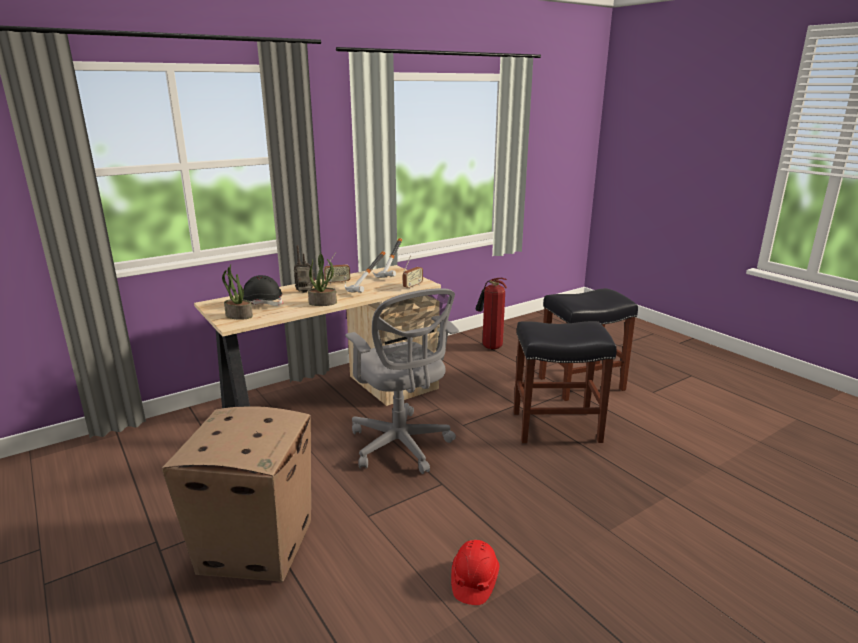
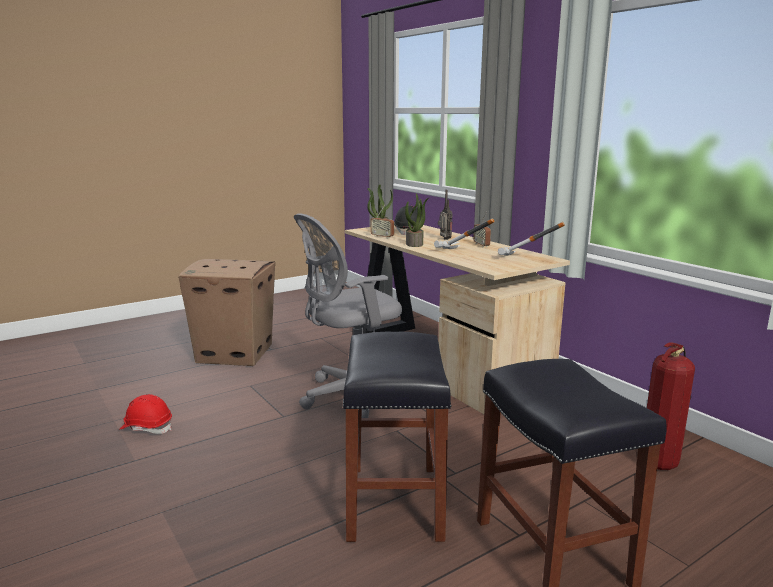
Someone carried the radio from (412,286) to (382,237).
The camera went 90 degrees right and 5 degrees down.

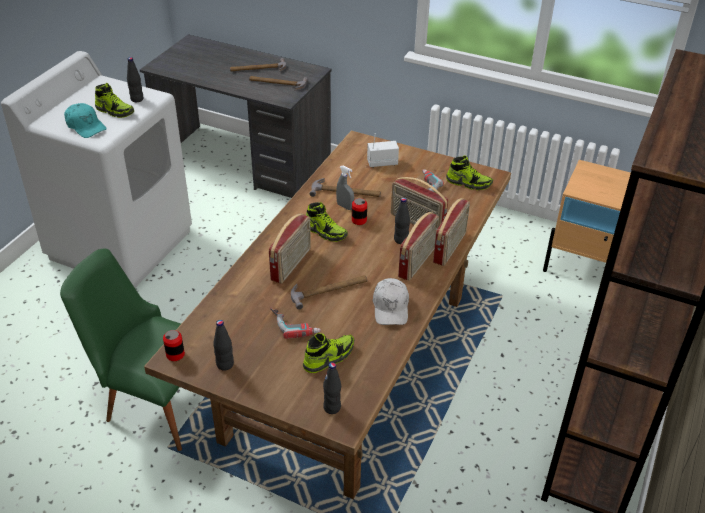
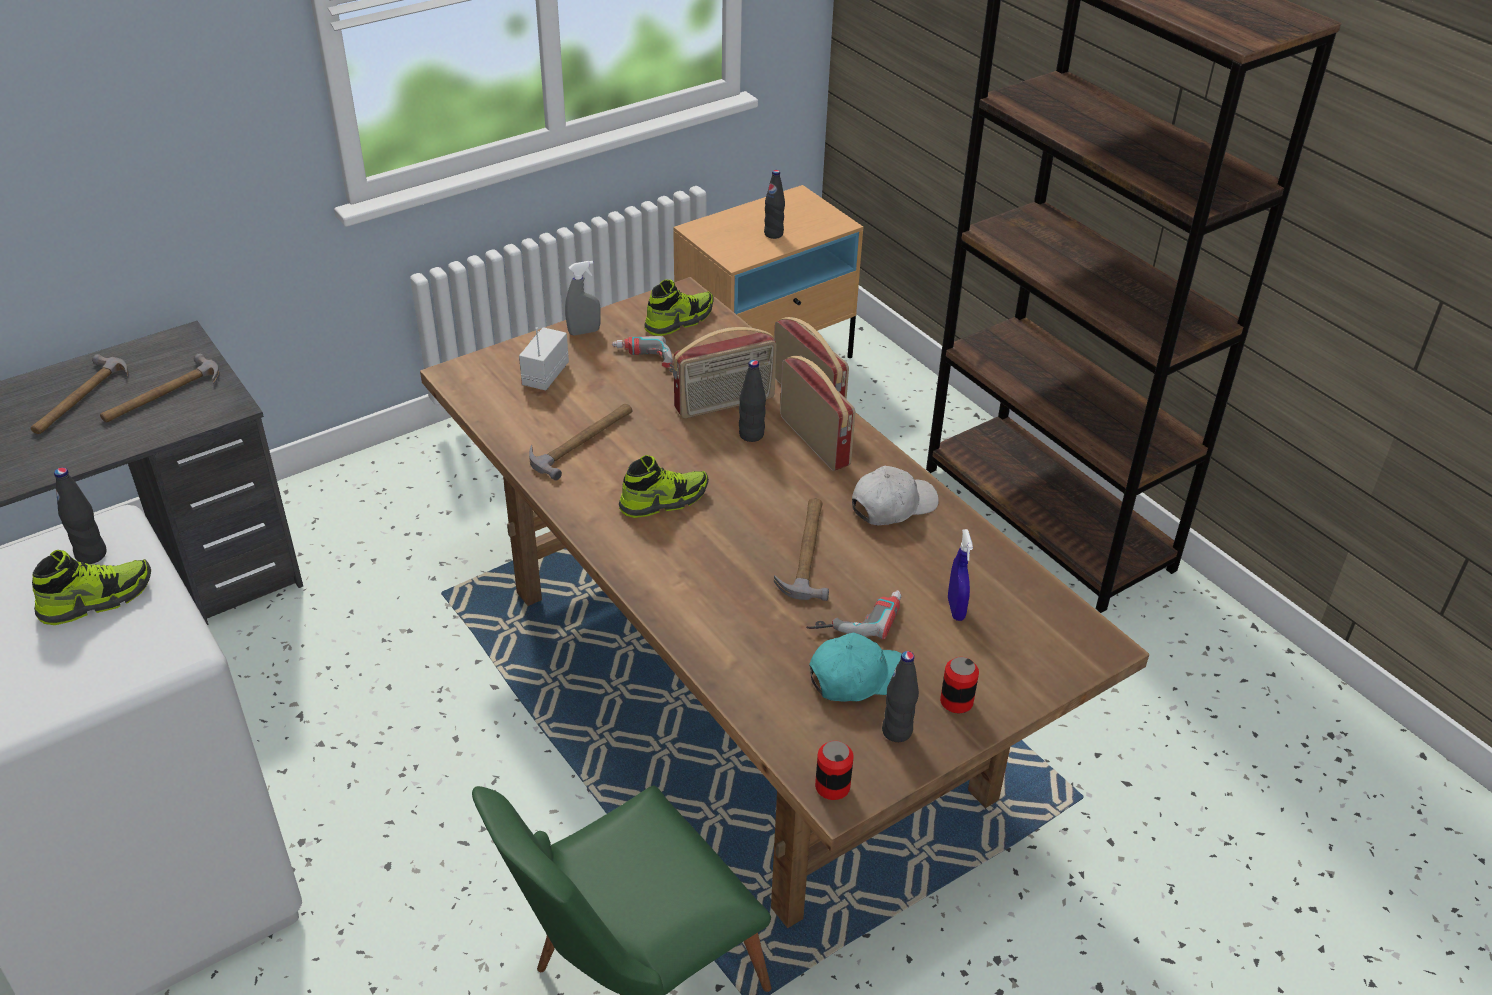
Someone took away the radio at (292,265).
Someone carried the baseball cap (turquoise-coloured) from (85,126) to (858,678).
Someone carried the bottle (blackish) from (332,407) to (773,234).
Someone carried the spray bottle (greyish) from (345,206) to (584,332).
Someone carried the metal can from (359,220) to (956,701).
Someone swapped the low shoe at (328,357) for the spray bottle (bluish) at (956,609).
Someone rotated the baseball cap (white) at (391,307) by 60 degrees counterclockwise.
The camera went 60 degrees left and 0 degrees up.

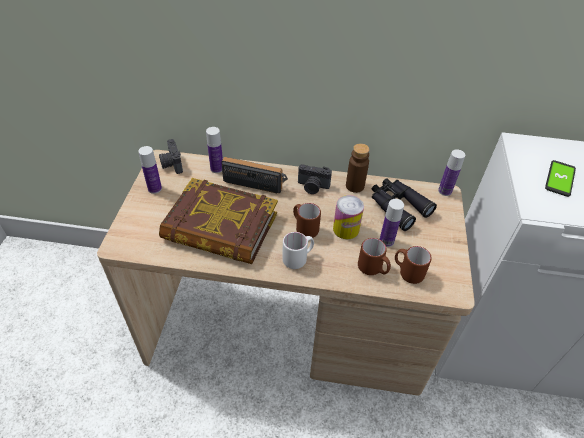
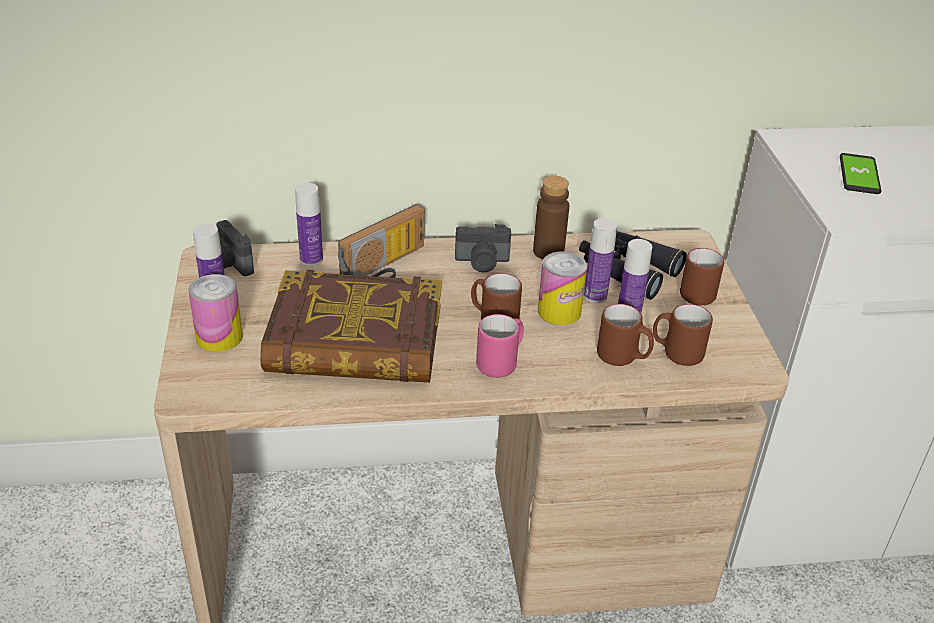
Someone put down the metal can at (219,337).
Someone put down the tea mug (brownish) at (697,292).
Someone carried the bottle from (445,191) to (595,296).
Someone repainted the tea mug (white) at (298,258), which became the tea mug (pink-coloured) at (501,363).
Someone rotated the radio at (256,181) by 135 degrees clockwise.
The camera went 15 degrees left and 10 degrees down.

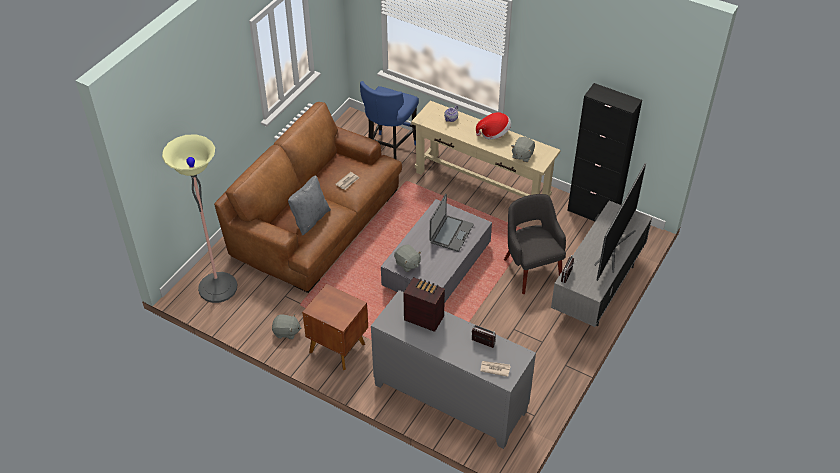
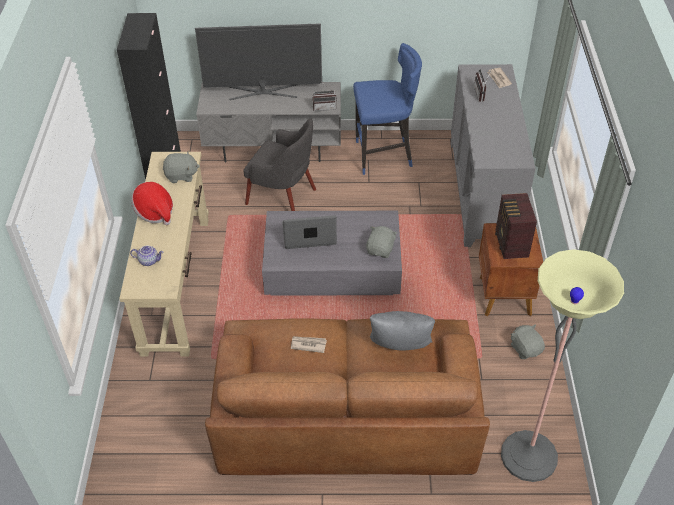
Someone carried the stool seat (bluish) from (389,151) to (384,156).
Someone carried the radio from (423,317) to (511,245).
Someone rotated the lounge chair (greyish) at (531,270) by 105 degrees counterclockwise.
The camera went 120 degrees left and 0 degrees up.

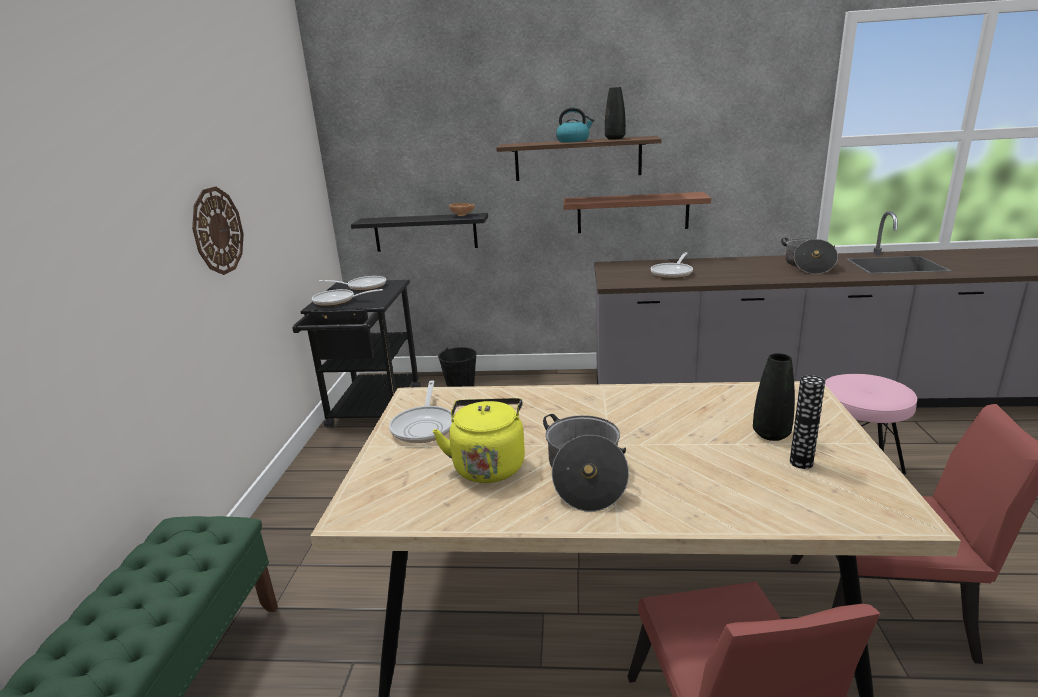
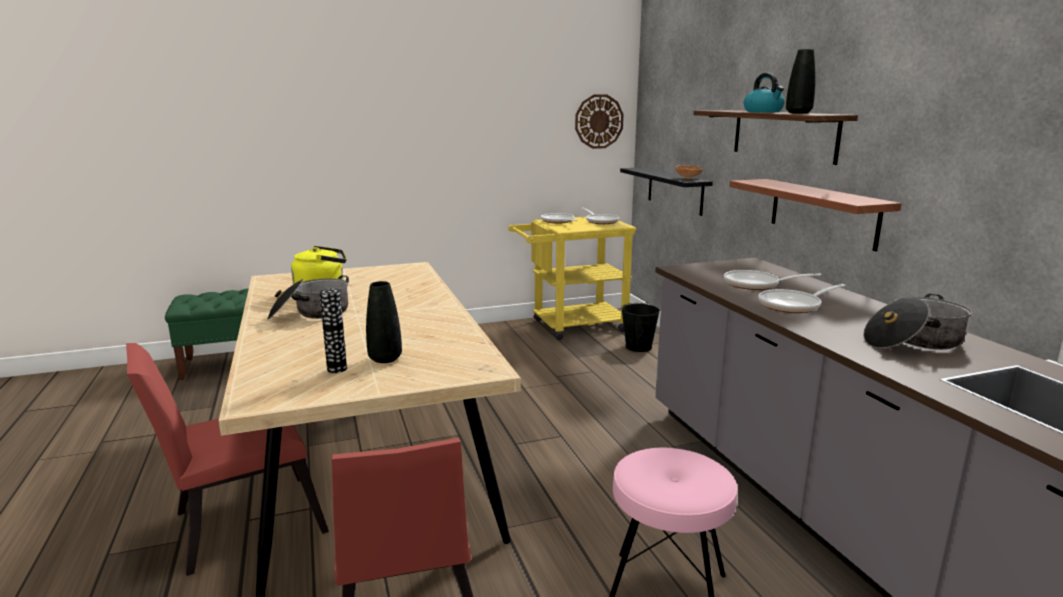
Someone carried the wall clock from (217,231) to (599,121).
Someone carried the skillet from (424,426) to (793,305).
Someone repainted the cart (blackish) at (372,411), which became the cart (yellow) at (571,326).
The camera went 65 degrees right and 5 degrees down.

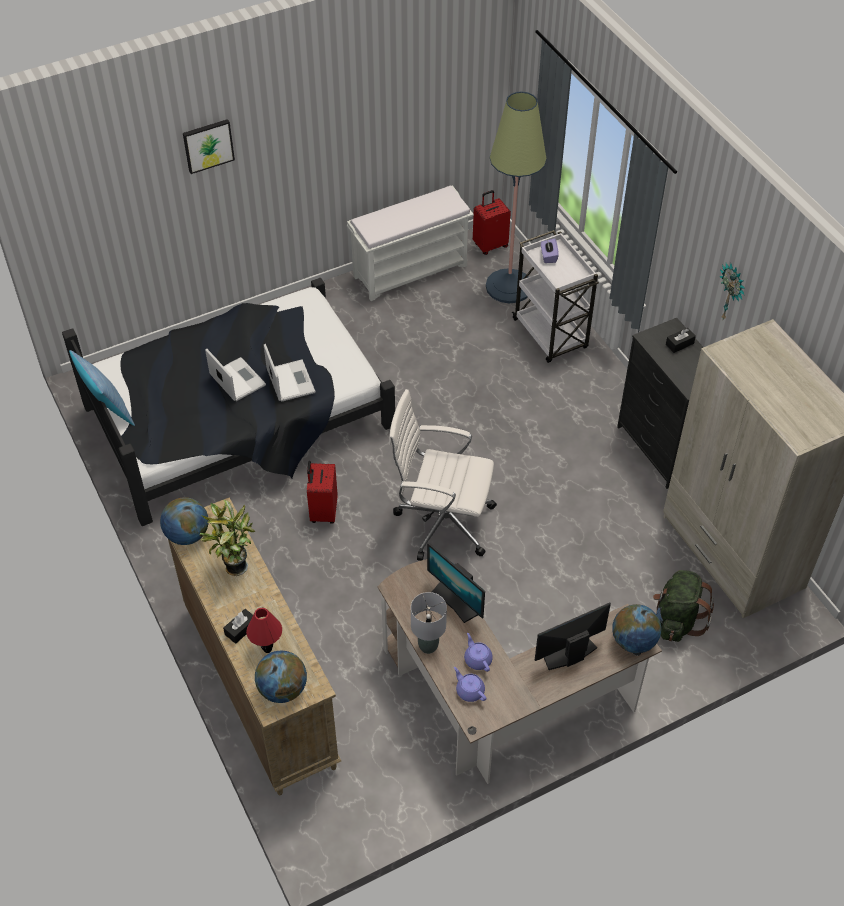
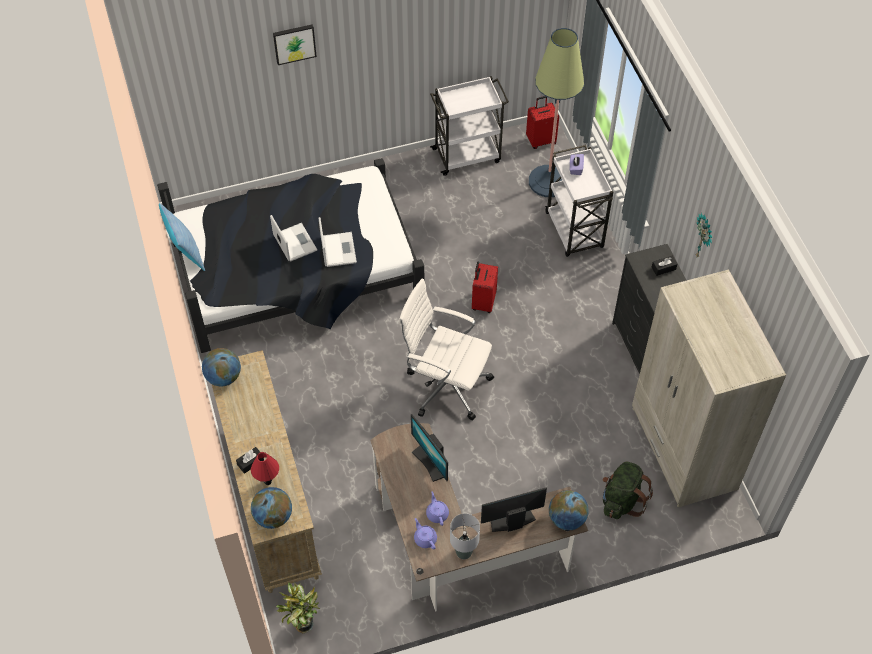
Someone carried the houseplant from (233,567) to (302,624).
Someone carried the travel case (red) from (323,511) to (483,302).
Someone carried the lamp for a table (greyish) from (428,646) to (464,553).
Someone swapped the long seat (white) at (411,270) for the cart (white) at (467,155).
The camera went 10 degrees right and 5 degrees up.

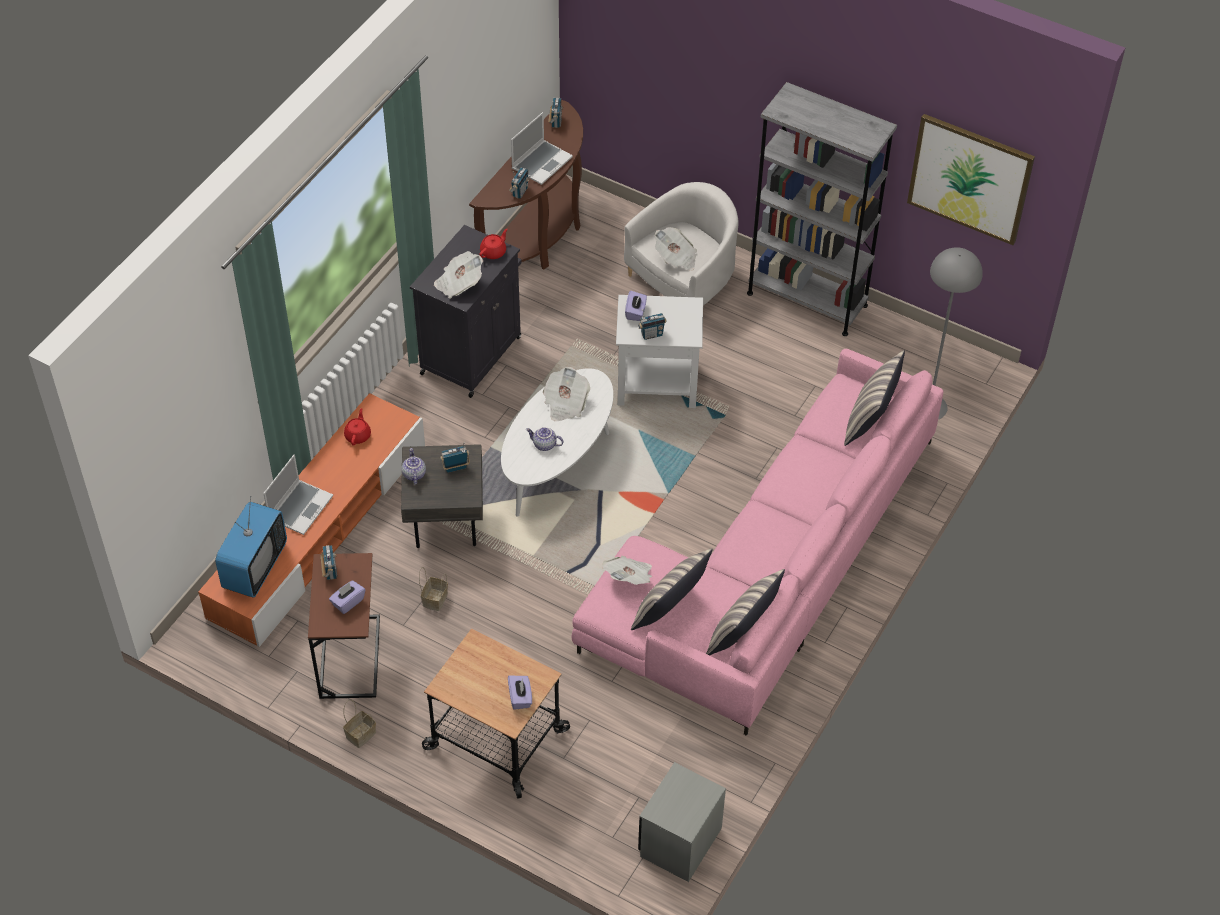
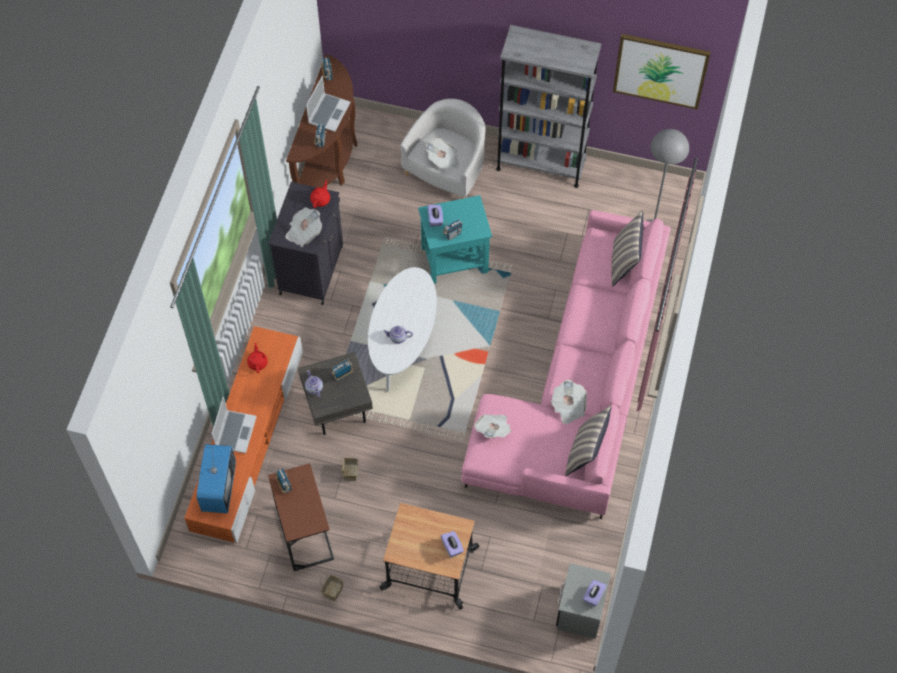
Someone took away the throw pillow at (669,612).
Someone carried the tissue holder (purple-coloured) from (348,602) to (593,596).
Someone carried the newspaper from (565,404) to (568,407).
Someone repainted the side table (white) at (656,384), which became the side table (turquoise-coloured) at (453,259).
The camera went 15 degrees left and 10 degrees up.

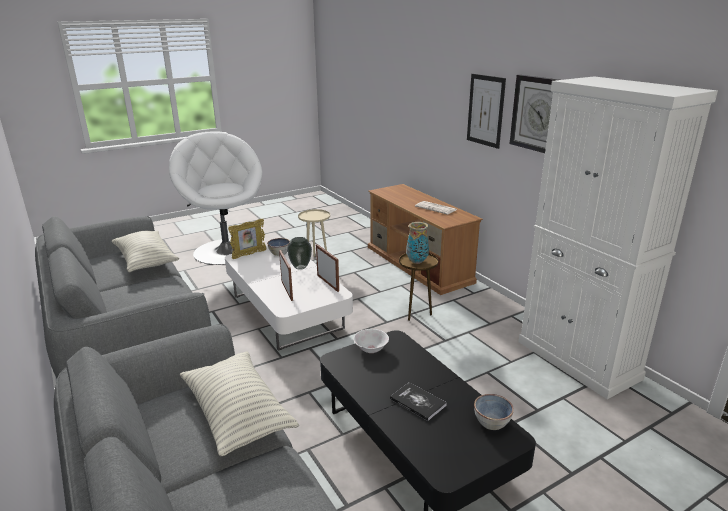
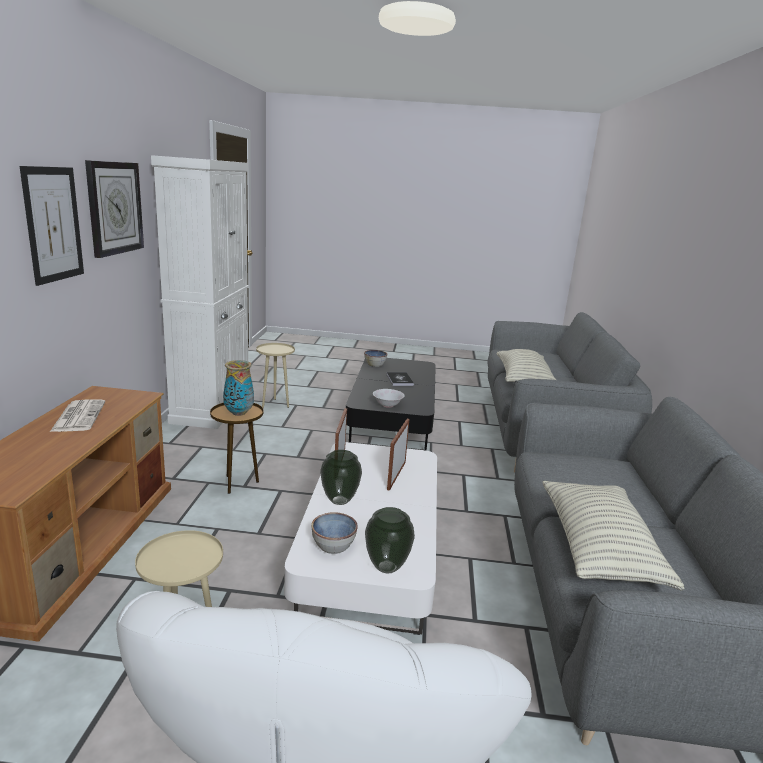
Someone put down the side table (sand-coloured) at (275,404).
Someone swapped the picture frame at (249,254) for the vase at (386,567).
The camera went 145 degrees left and 5 degrees down.

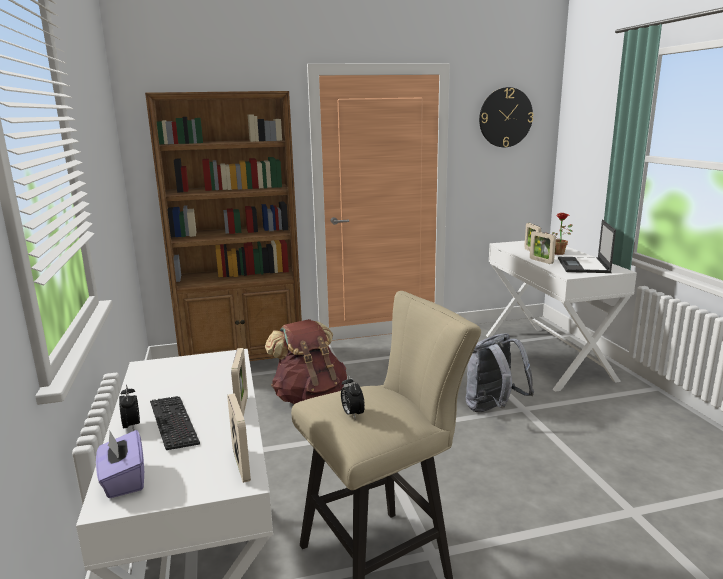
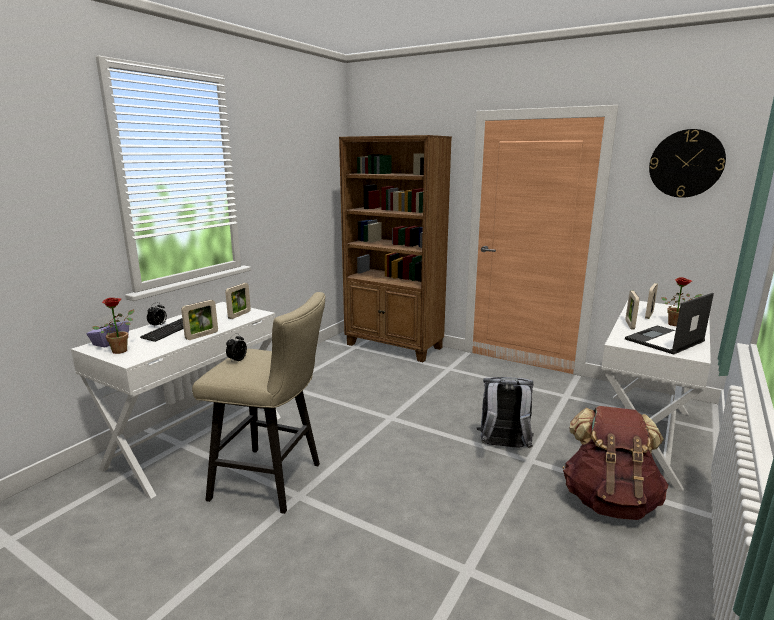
Someone put down the houseplant at (121,350).
Someone carried the picture frame from (241,465) to (239,315).
Someone carried the knapsack (brownish) from (309,398) to (609,501).
The camera went 45 degrees right and 0 degrees up.

